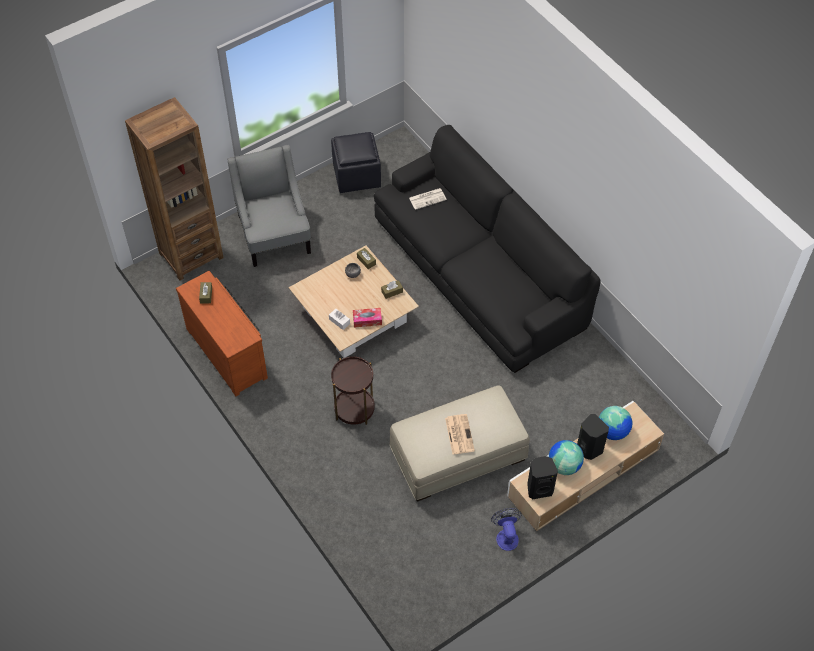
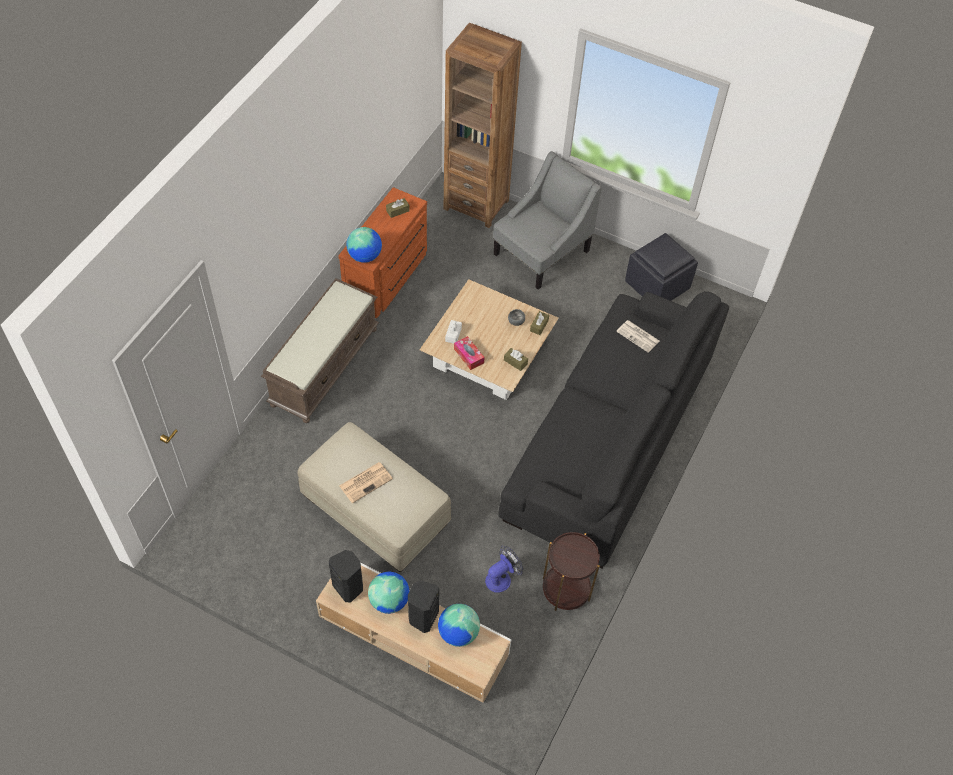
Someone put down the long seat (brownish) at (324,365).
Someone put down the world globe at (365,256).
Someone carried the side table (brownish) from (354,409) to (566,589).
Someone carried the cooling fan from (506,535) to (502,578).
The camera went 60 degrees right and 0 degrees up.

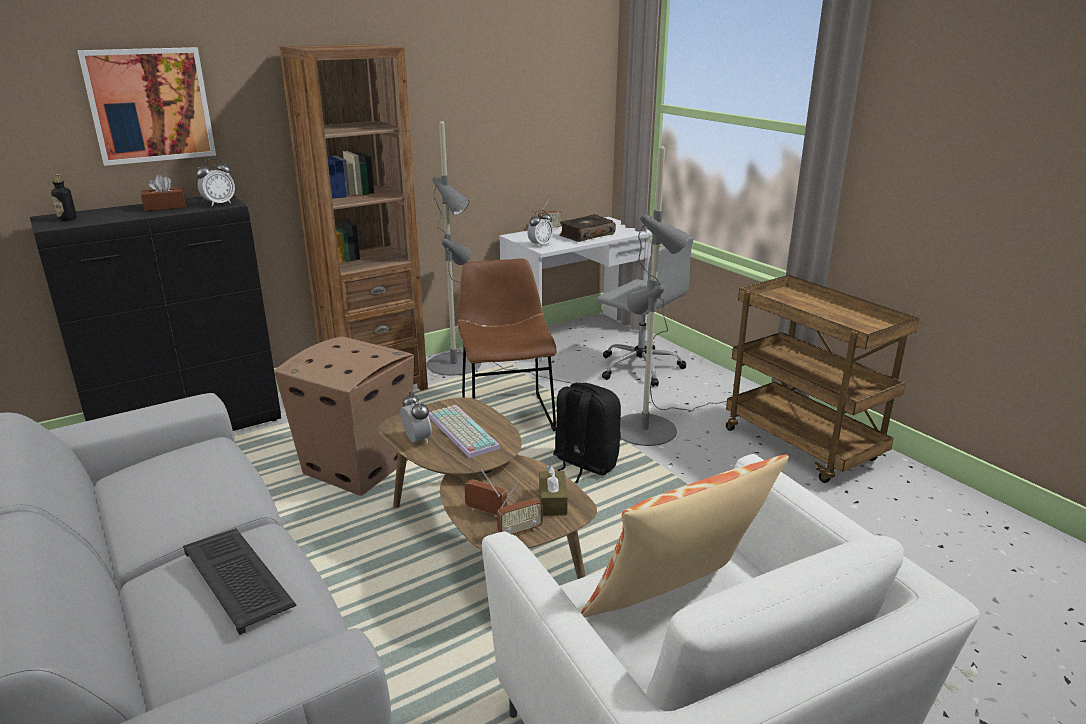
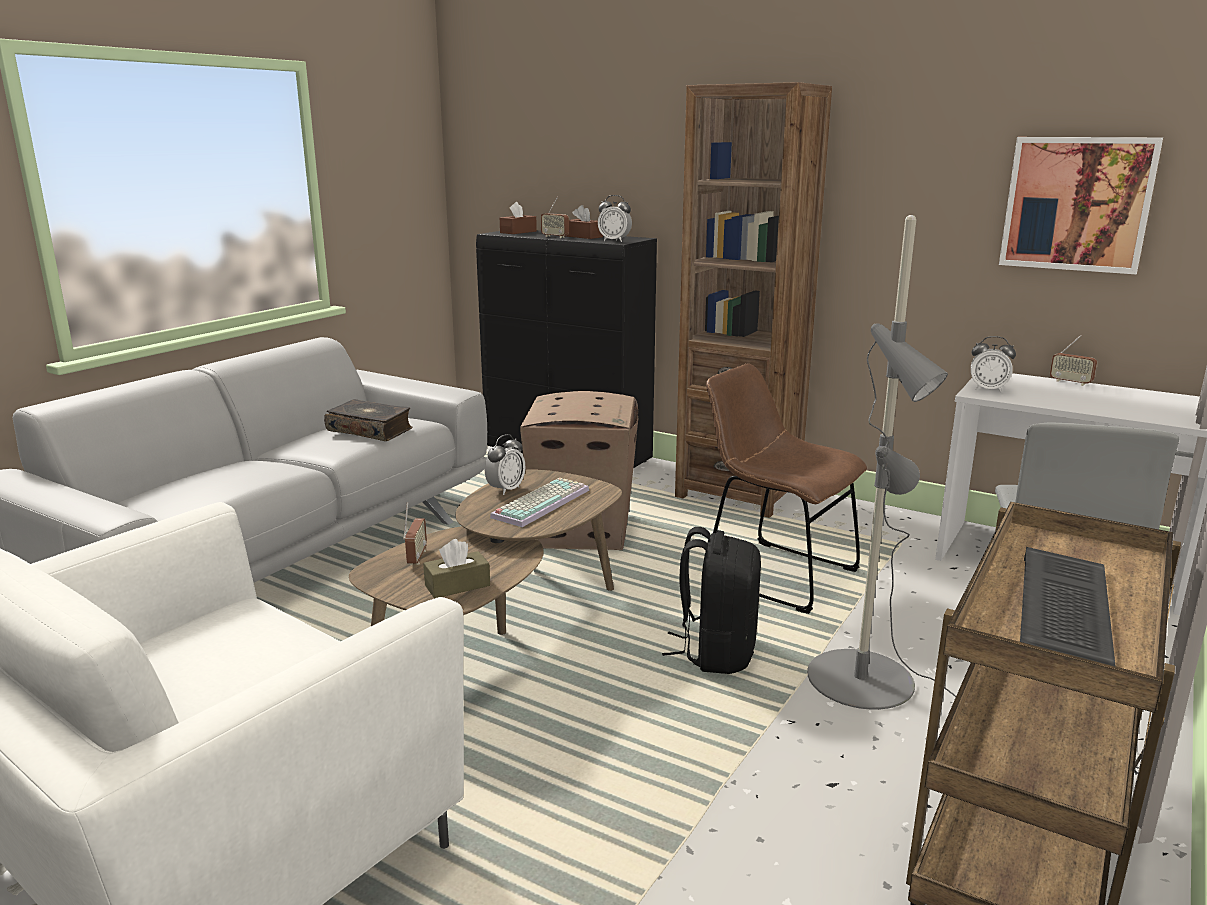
Someone took away the standing lamp (greyish) at (466,366).
Someone took away the throw pillow at (676,603).
Someone carried the wall picture from (150,105) to (1077,204).
Someone carried the keyboard from (240,579) to (1066,610).
Someone carried the radio from (520,531) to (555,237).
Someone carried the book from (586,235) to (370,430).
Someone swapped the bottle at (67,219) for the tissue holder (brownish) at (518,232).
Someone rotated the chair (brownish) at (506,413) by 105 degrees counterclockwise.
The camera went 65 degrees right and 5 degrees down.

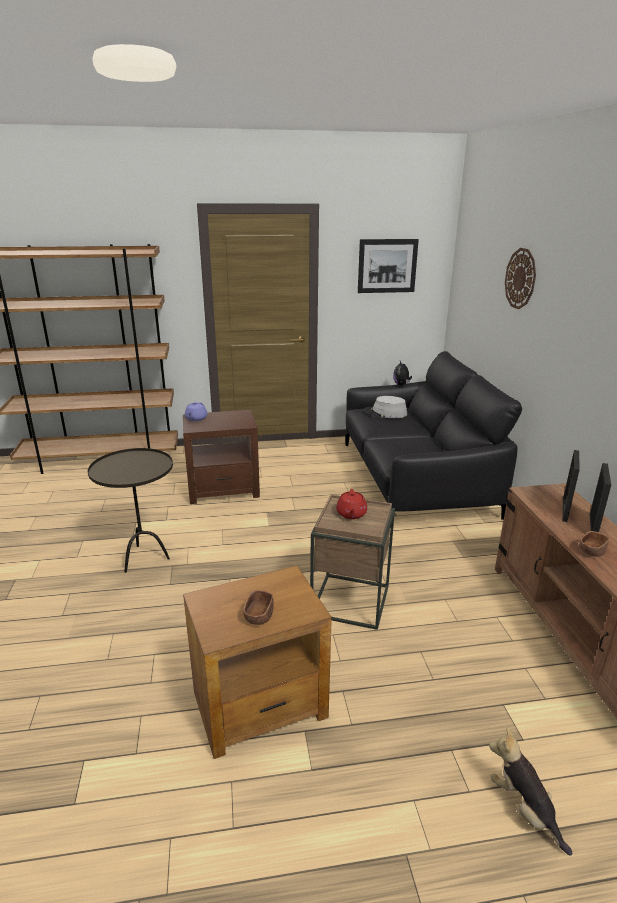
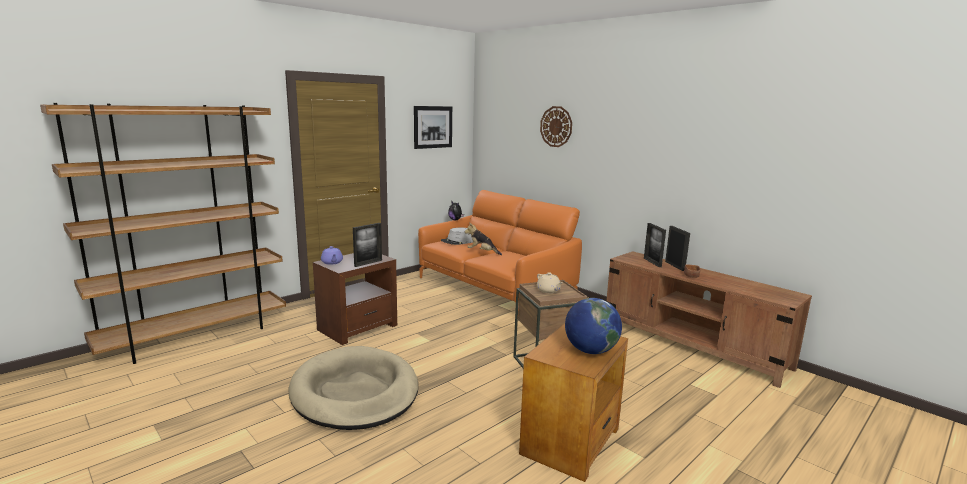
Someone put down the picture frame at (368,263).
Someone carried the cuddly toy from (524,808) to (482,252).
Someone swapped the side table (brownish) at (144,559) for the dog bed (sand-coloured) at (355,392).
Someone swapped the serving bowl (brownish) at (259,616) for the world globe at (590,351).
Someone repainted the tea pot (red) at (351,514), which became the tea pot (sand-coloured) at (548,291).
Someone repainted the settee (blackish) at (415,478), which became the settee (orange) at (495,287).
The camera went 35 degrees left and 10 degrees down.

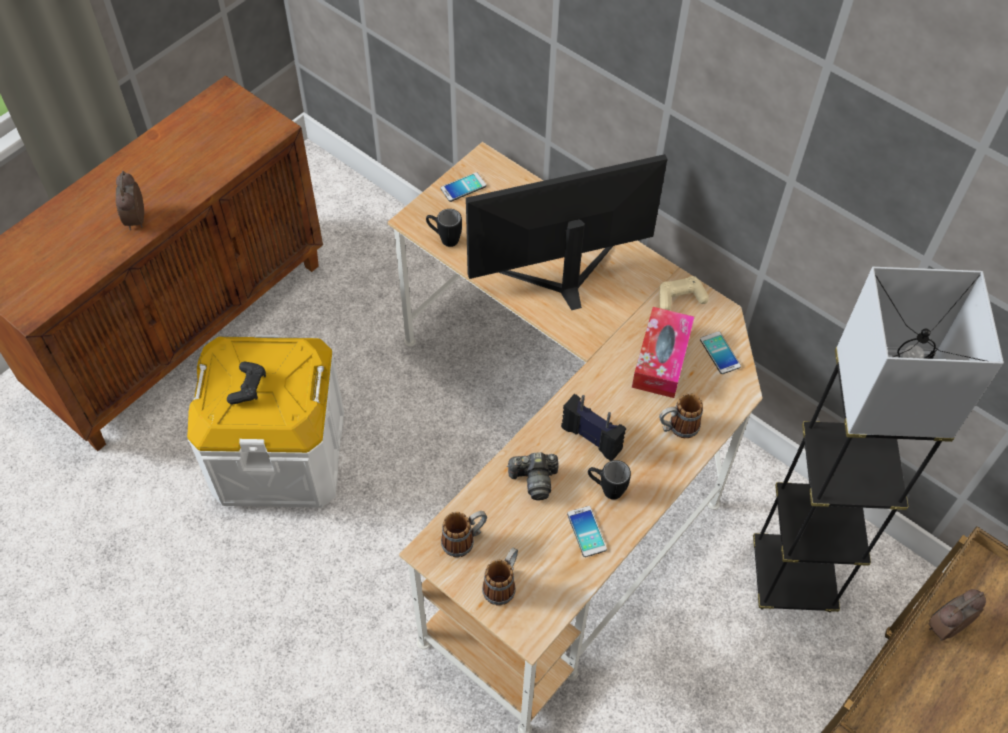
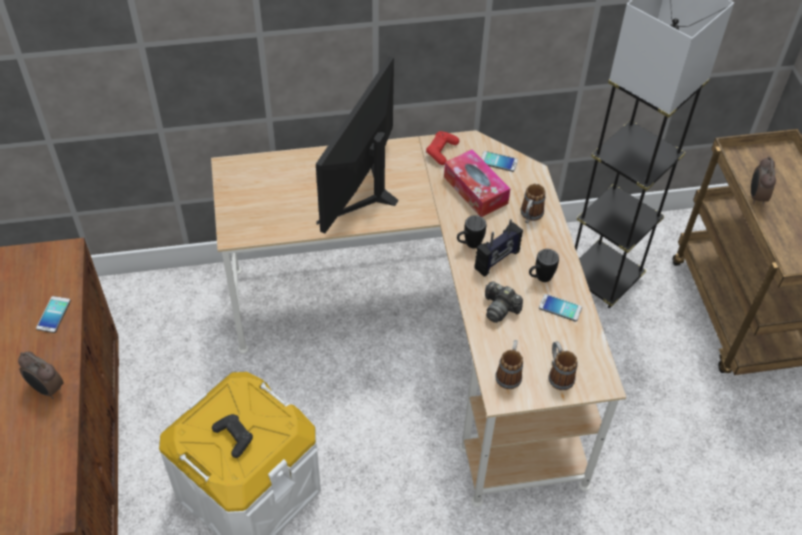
Someone carried the tea mug (blackish) from (444,239) to (469,245).
Someone carried the telephone from (463,187) to (53,315).
Someone repainted the joypad (sand-coloured) at (680,298), which became the joypad (red) at (441,151).
Someone rotated the photo camera at (534,479) by 90 degrees clockwise.
Someone rotated the radio at (592,437) by 150 degrees clockwise.
The camera went 50 degrees left and 5 degrees down.

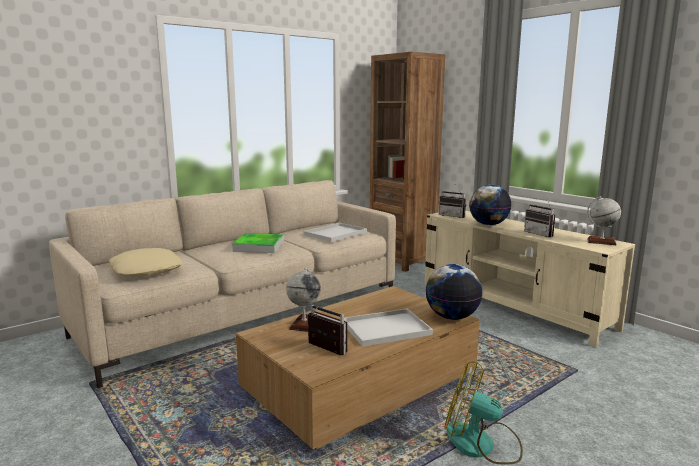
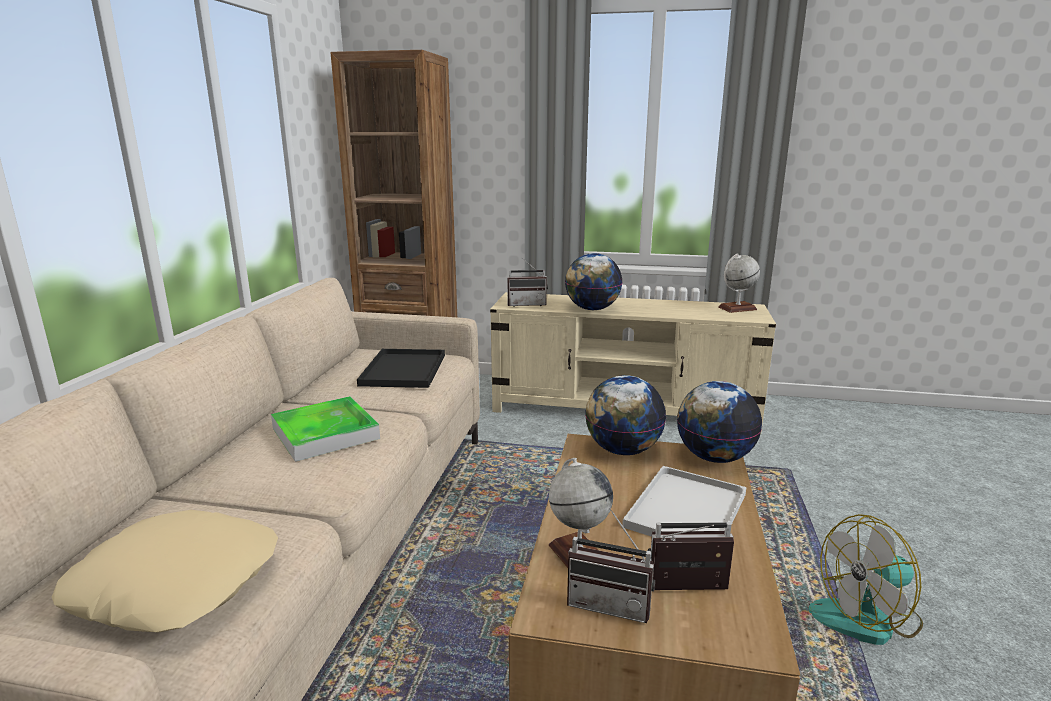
Someone put down the world globe at (622,450).
Someone carried the radio from (541,234) to (610,603).
Someone repainted the tray (white) at (335,233), which became the tray (blackish) at (404,370).
The camera went 40 degrees left and 5 degrees up.

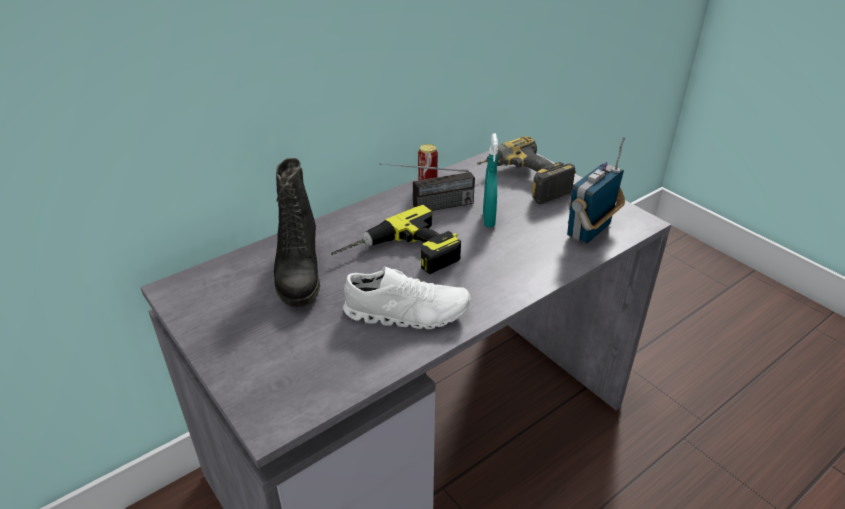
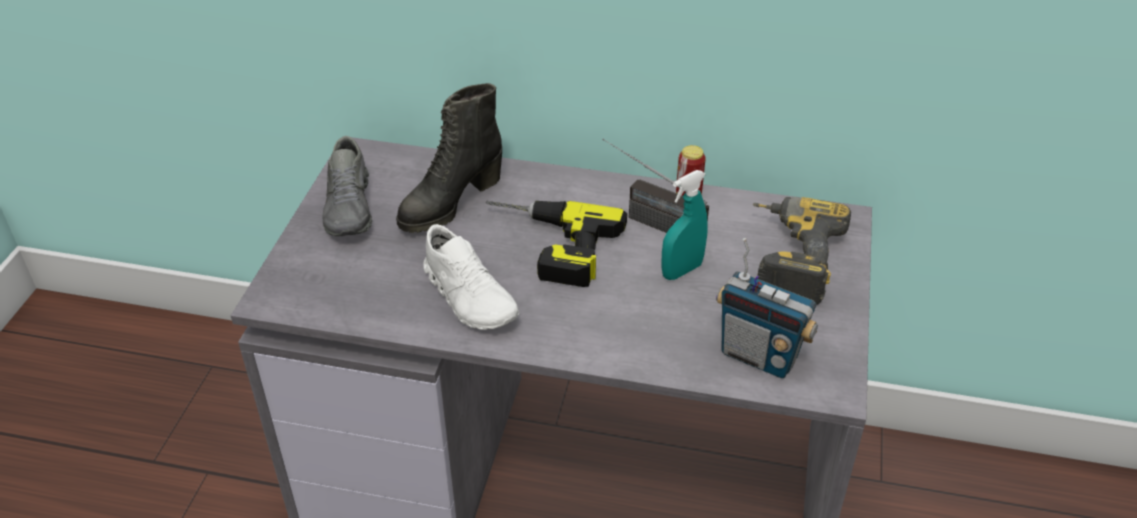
Someone put down the low shoe (greyish) at (350,208).
Someone rotated the radio at (590,231) by 150 degrees counterclockwise.
The camera went 50 degrees right and 5 degrees up.

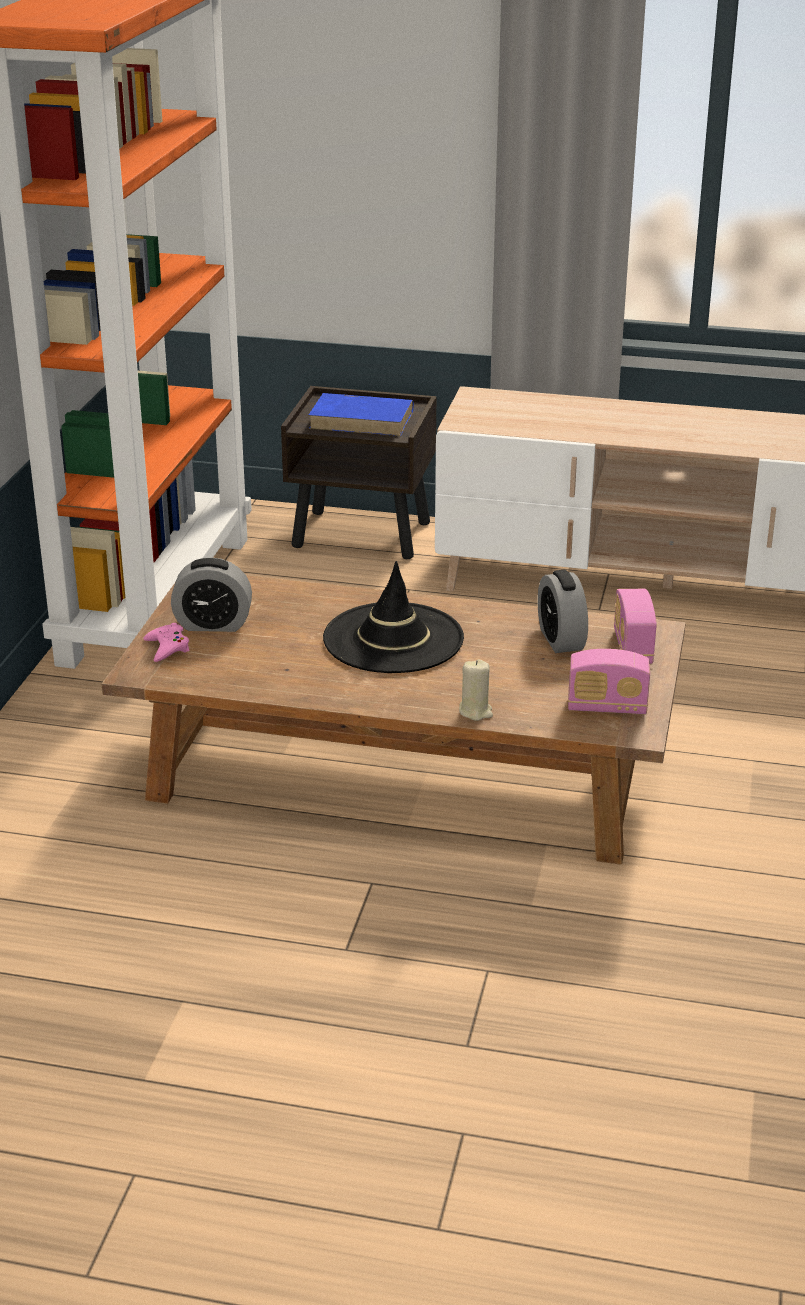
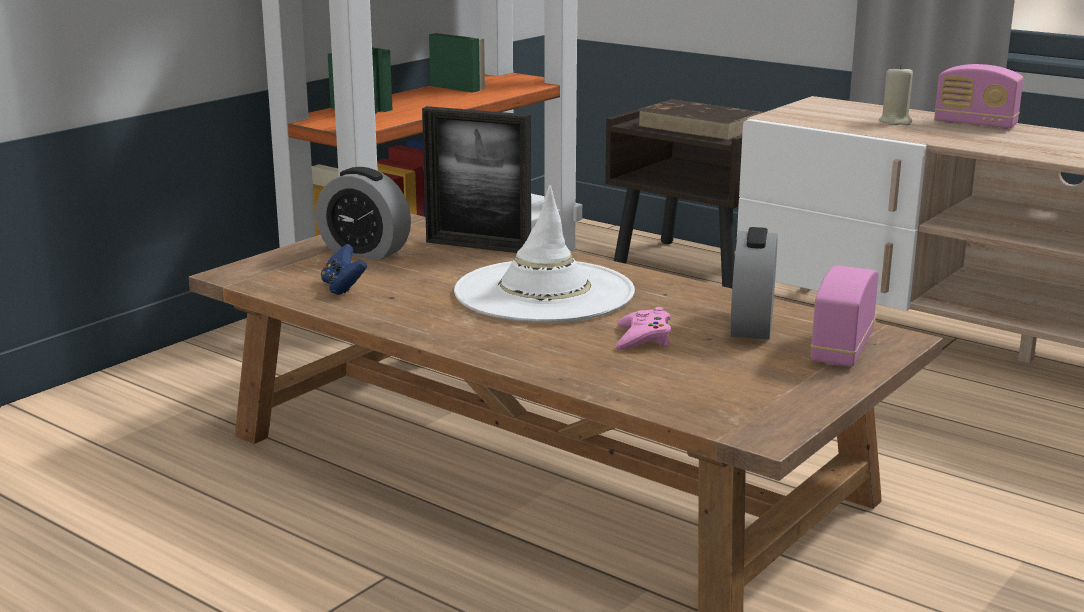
Someone put down the joypad (bluish) at (343,288).
Someone put down the picture frame at (478,246).
Someone carried the joypad (pink-coloured) from (167,647) to (643,338).
Someone carried the candle (sand-coloured) from (475,711) to (895,122).
Someone carried the radio from (607,707) to (975,124).
Someone repainted the book (bluish) at (362,420), which became the book (brownish) at (701,126).
Someone repainted the wearable hat (blackish) at (393,639), which became the wearable hat (white) at (544,292).
The camera went 25 degrees right and 10 degrees down.

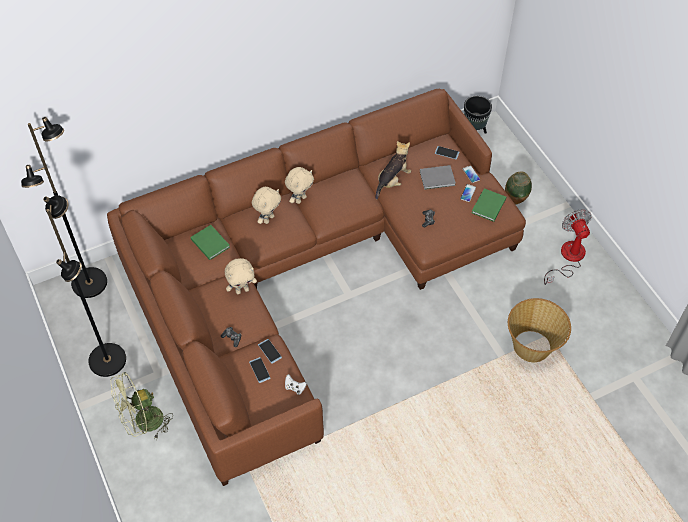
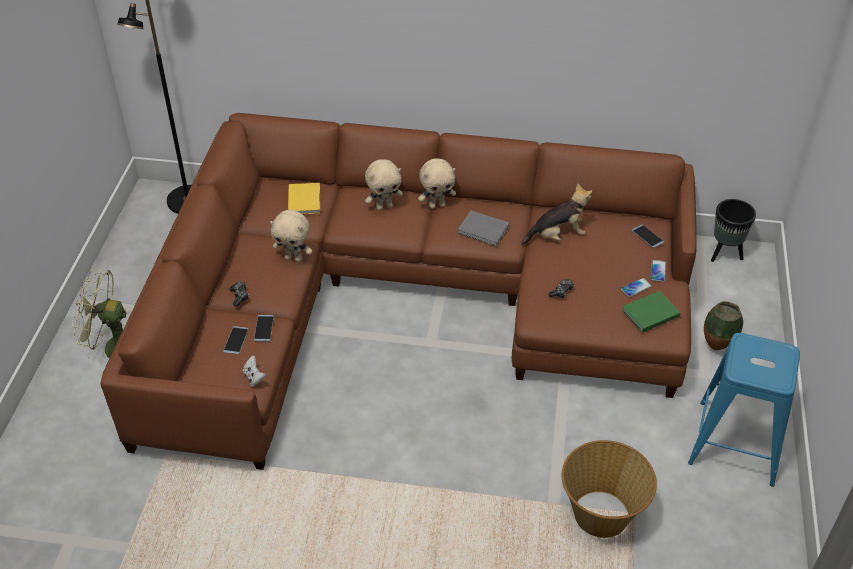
Someone took away the standing lamp (blackish) at (108,360).
Someone carried the book (greyish) from (438,178) to (484,231).
Someone swapped the cooling fan at (568,258) for the stool seat (bluish) at (736,442).
Someone repainted the book (green) at (210,242), which became the book (yellow) at (305,199).
The camera went 35 degrees right and 10 degrees down.

